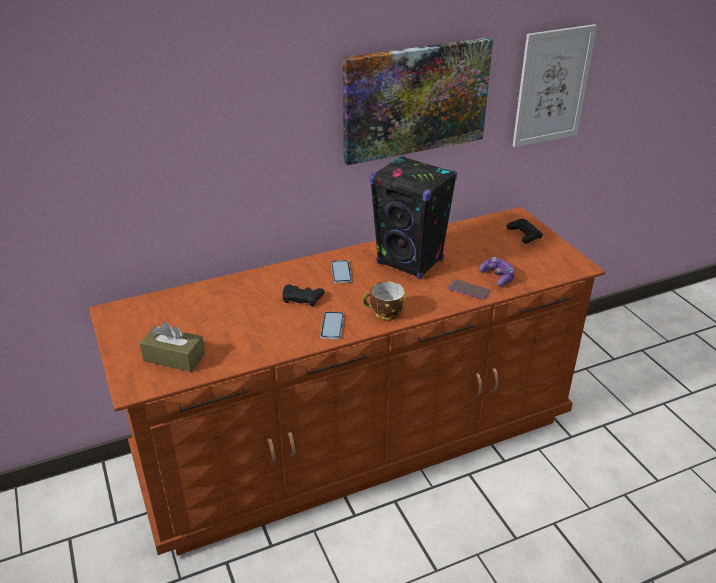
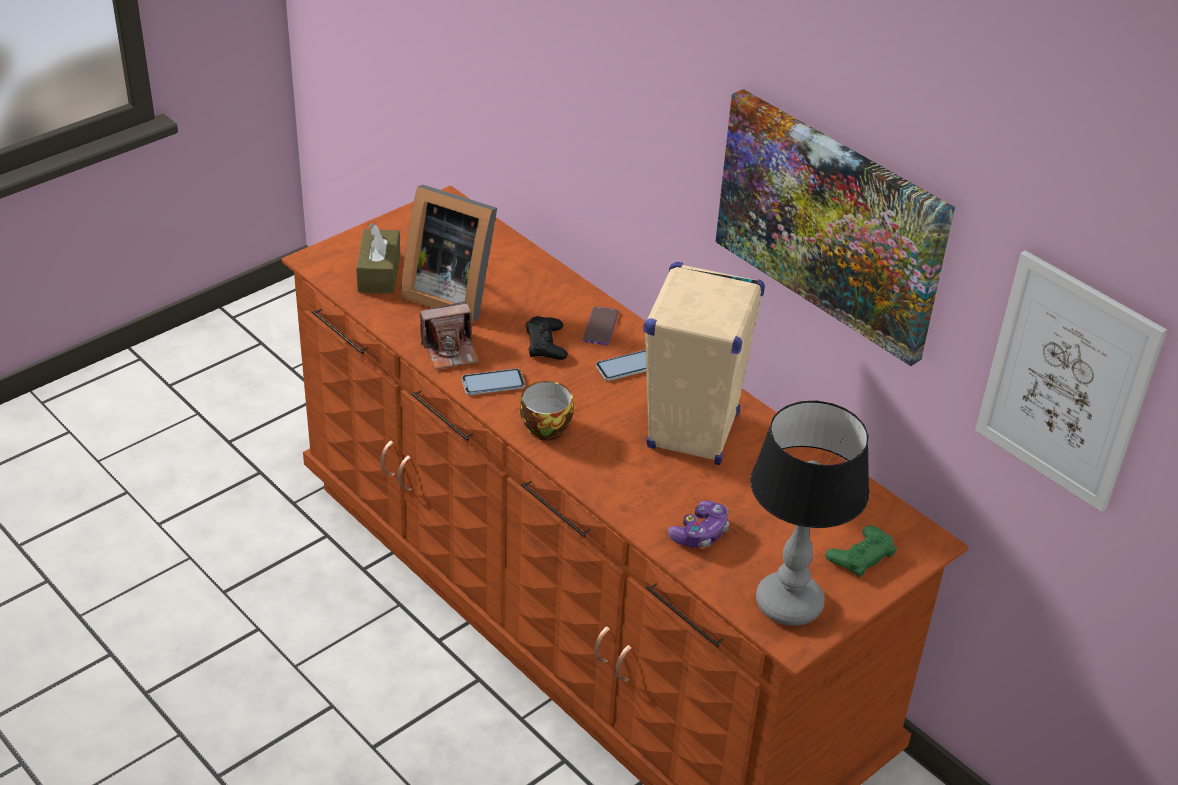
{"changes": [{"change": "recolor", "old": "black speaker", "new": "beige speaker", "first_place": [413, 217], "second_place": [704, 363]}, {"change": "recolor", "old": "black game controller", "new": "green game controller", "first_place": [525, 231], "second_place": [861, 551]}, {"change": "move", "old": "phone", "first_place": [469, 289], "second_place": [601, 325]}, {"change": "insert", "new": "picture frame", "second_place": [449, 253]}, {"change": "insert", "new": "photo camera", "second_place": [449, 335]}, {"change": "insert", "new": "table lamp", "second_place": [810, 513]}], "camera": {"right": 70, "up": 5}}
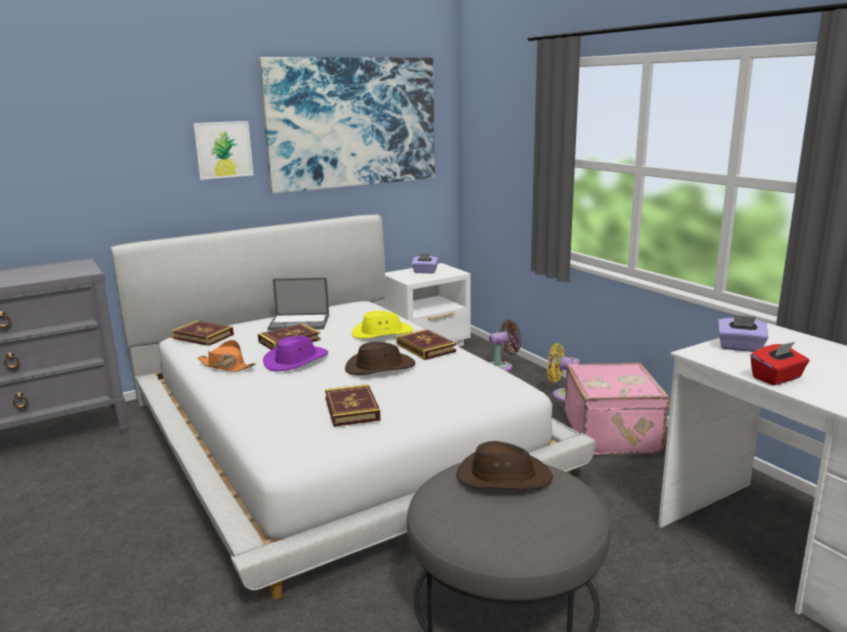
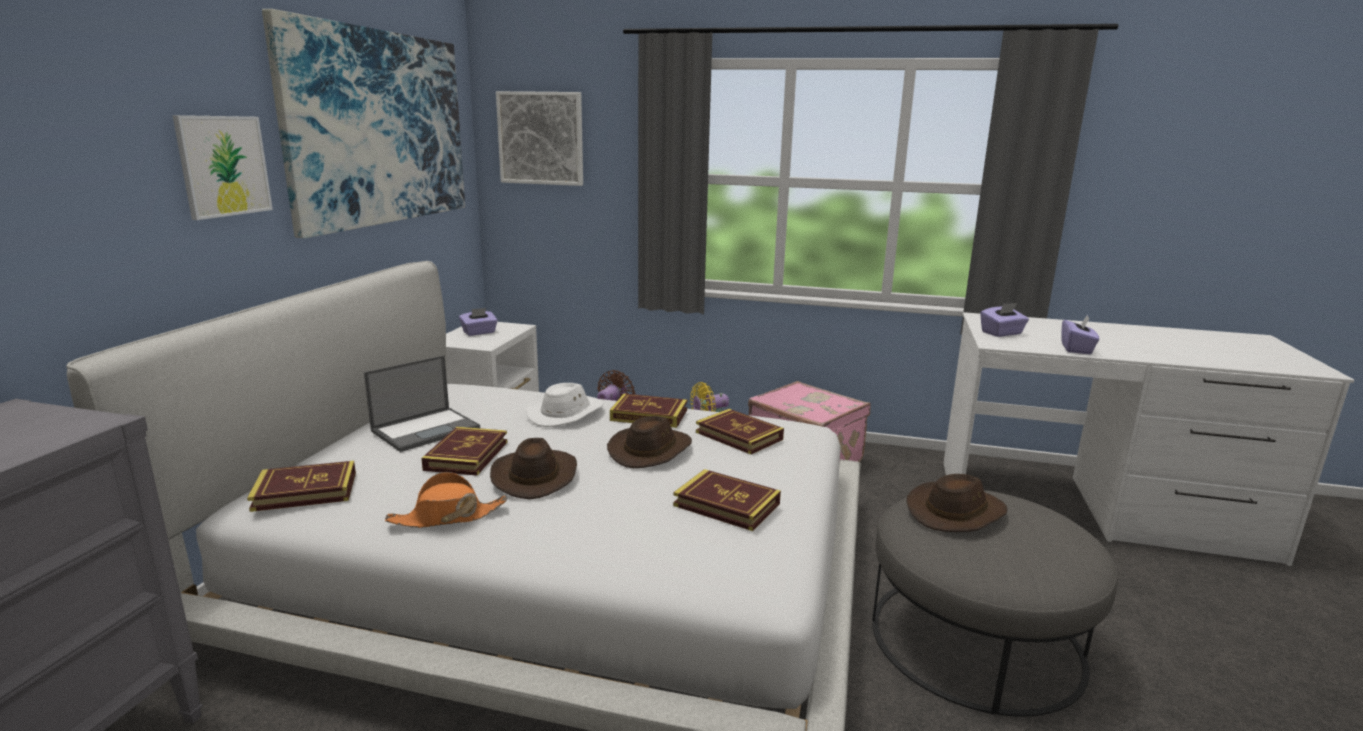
{"changes": [{"change": "recolor", "old": "yellow hat", "new": "white hat", "first_place": [383, 325], "second_place": [565, 405]}, {"change": "recolor", "old": "purple hat", "new": "brown hat", "first_place": [295, 353], "second_place": [533, 468]}, {"change": "recolor", "old": "red tissue box", "new": "purple tissue box", "first_place": [780, 363], "second_place": [1080, 334]}, {"change": "insert", "new": "picture", "second_place": [539, 138]}, {"change": "insert", "new": "book", "second_place": [740, 432]}], "camera": {"right": -45, "up": 0}}
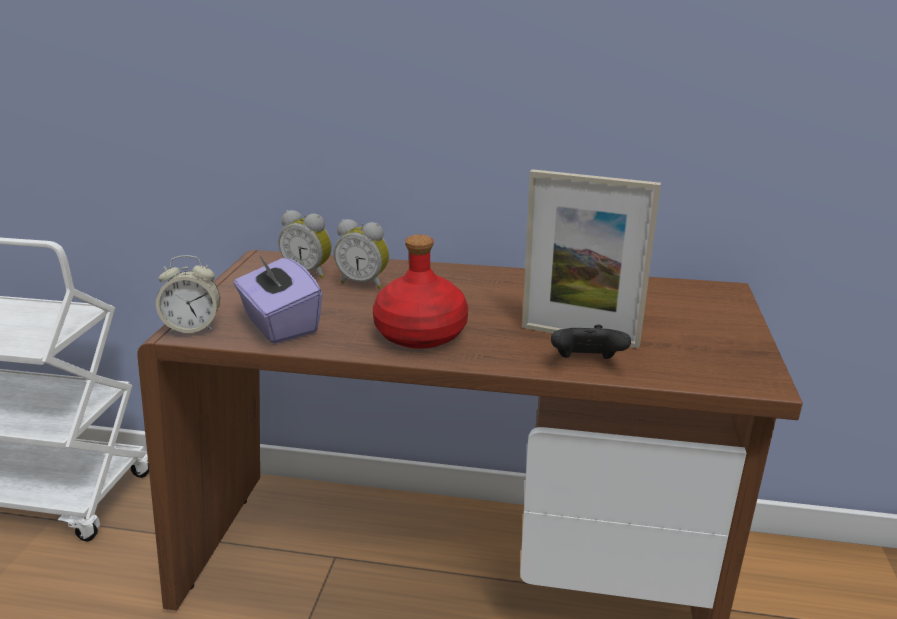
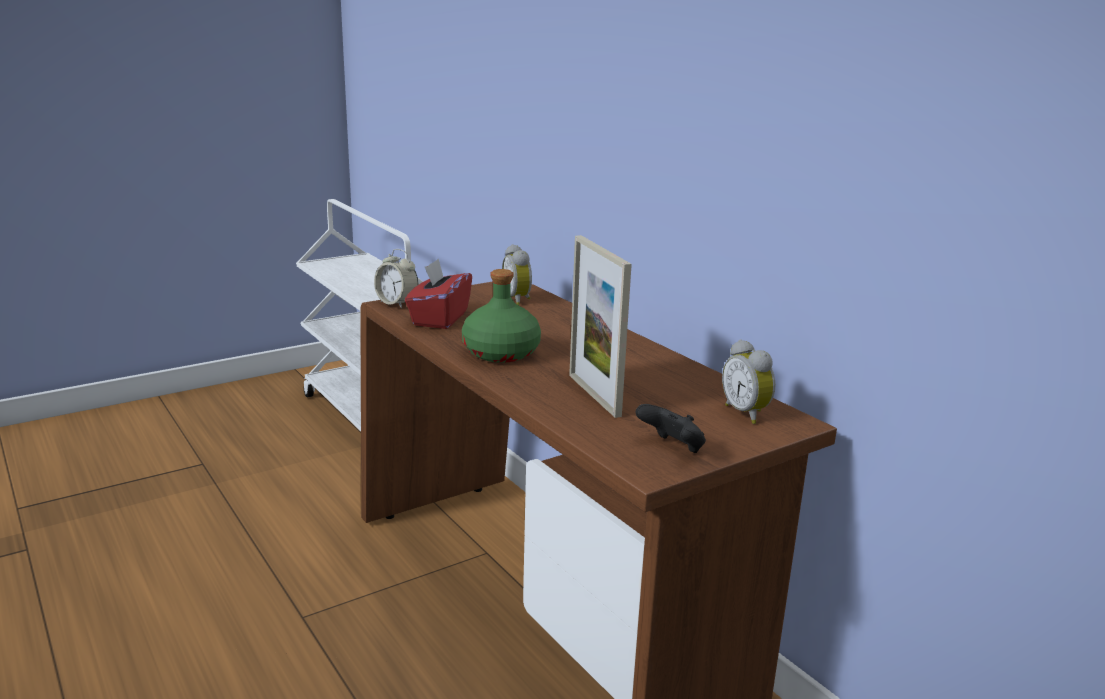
{"changes": [{"change": "move", "old": "alarm clock", "first_place": [361, 254], "second_place": [748, 381]}, {"change": "recolor", "old": "red bottle", "new": "green bottle", "first_place": [420, 291], "second_place": [501, 316]}, {"change": "recolor", "old": "purple tissue box", "new": "red tissue box", "first_place": [278, 298], "second_place": [438, 294]}, {"change": "move", "old": "black game controller", "first_place": [591, 342], "second_place": [671, 428]}], "camera": {"right": 45, "up": -5}}
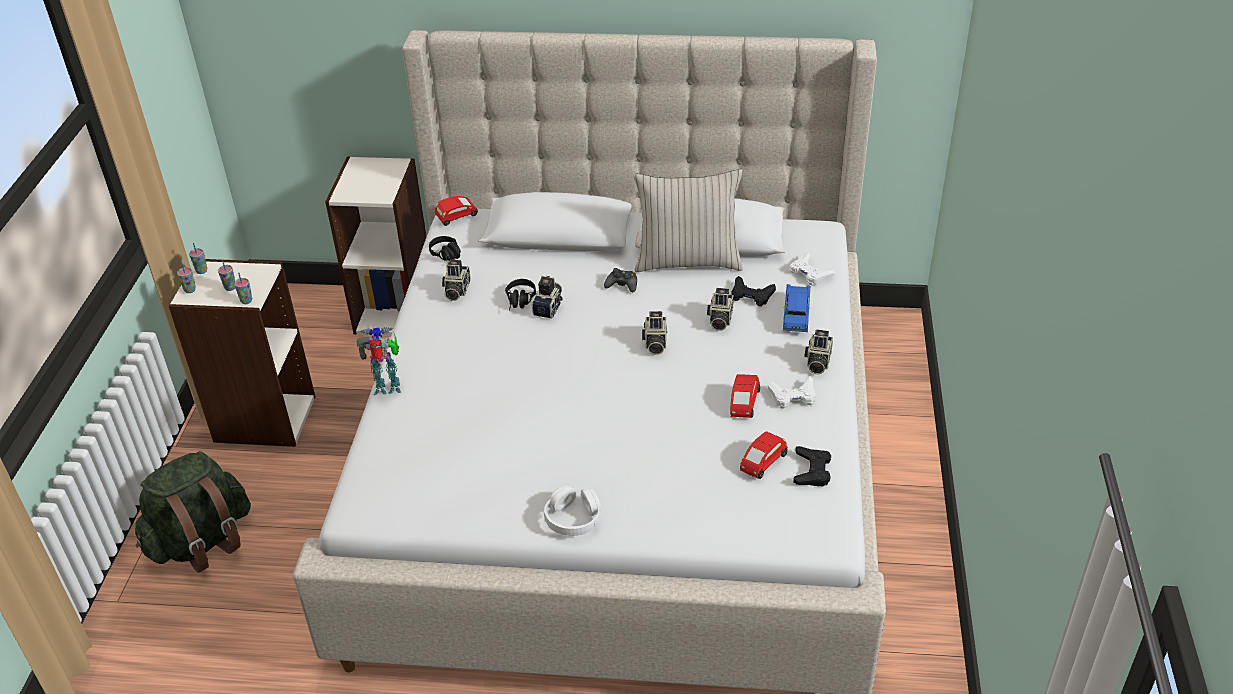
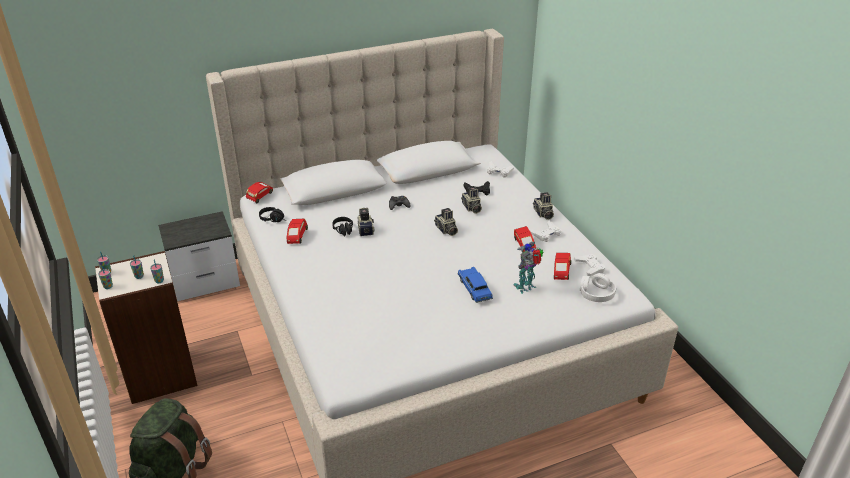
{"changes": [{"change": "replace", "old": "bookcase", "new": "nightstand", "first_place": [376, 246], "second_place": [199, 256]}, {"change": "delete", "old": "beige pillow", "first_place": [688, 220]}, {"change": "replace", "old": "photo camera", "new": "red toy car", "first_place": [456, 280], "second_place": [297, 231]}, {"change": "move", "old": "blue toy car", "first_place": [797, 308], "second_place": [475, 285]}, {"change": "move", "old": "toy robot", "first_place": [379, 361], "second_place": [528, 268]}, {"change": "recolor", "old": "black game controller", "new": "white game controller", "first_place": [812, 466], "second_place": [589, 265]}, {"change": "move", "old": "white headphones", "first_place": [572, 510], "second_place": [598, 287]}], "camera": {"right": -30, "up": -5}}
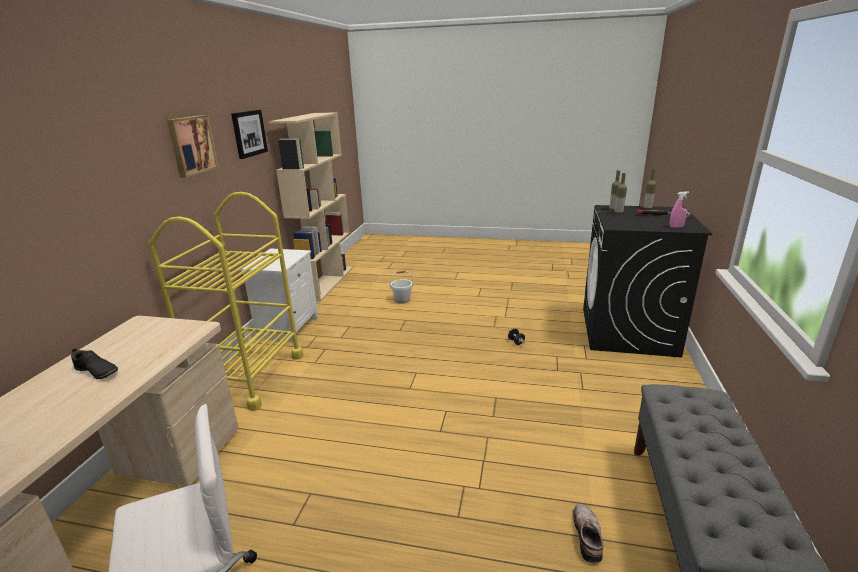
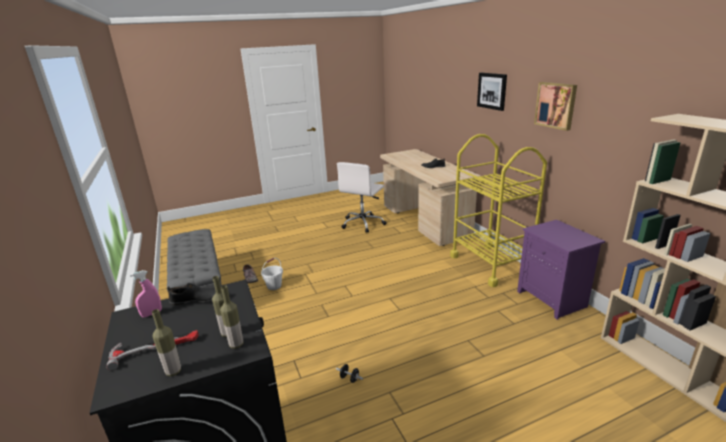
{"changes": [{"change": "move", "old": "picture", "first_place": [249, 134], "second_place": [492, 92]}, {"change": "recolor", "old": "white nightstand", "new": "purple nightstand", "first_place": [278, 295], "second_place": [561, 270]}, {"change": "move", "old": "white bucket", "first_place": [401, 287], "second_place": [272, 274]}, {"change": "insert", "new": "black shoe", "second_place": [191, 294]}], "camera": {"right": 145, "up": 0}}
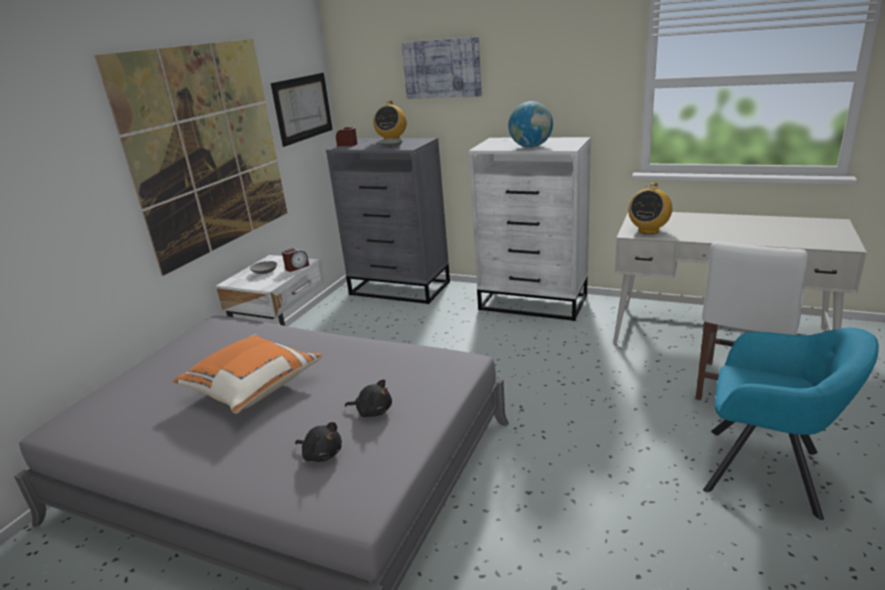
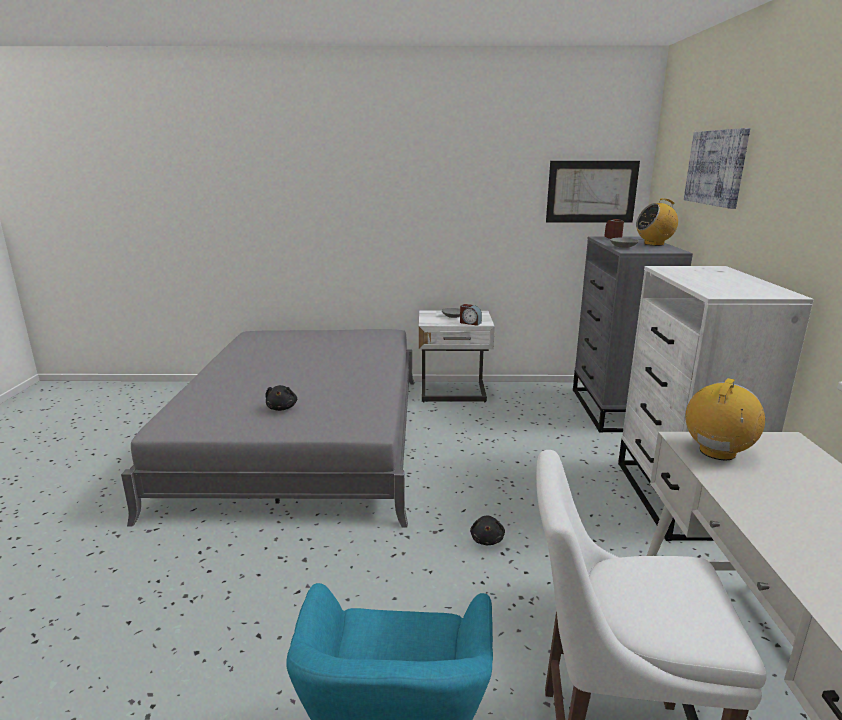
{"changes": [{"change": "delete", "old": "picture", "first_place": [191, 157]}, {"change": "delete", "old": "globe", "first_place": [530, 124]}, {"change": "rotate", "old": "radio", "first_place": [650, 208], "second_place": [725, 419], "degrees": 120}, {"change": "delete", "old": "orange pillow", "first_place": [247, 374]}, {"change": "move", "old": "black plush toy", "first_place": [318, 442], "second_place": [487, 530]}], "camera": {"right": 65, "up": -5}}
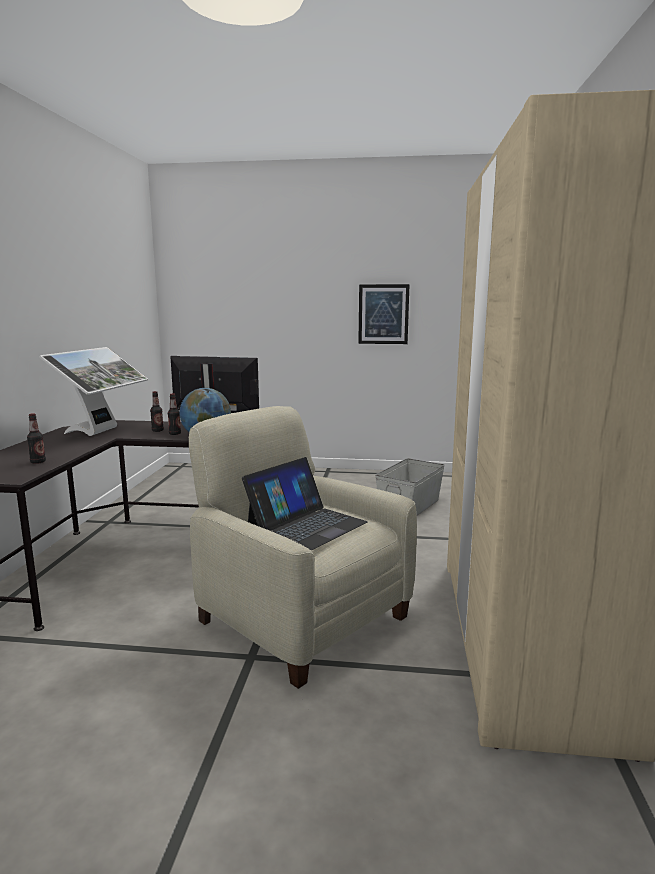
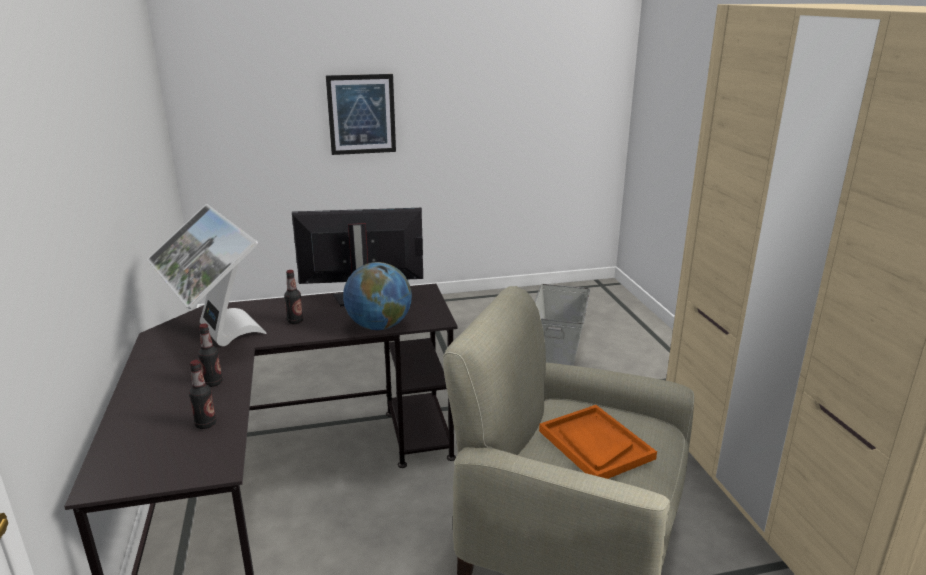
{"changes": [{"change": "move", "old": "picture", "first_place": [384, 314], "second_place": [361, 114]}, {"change": "rotate", "old": "monitor", "first_place": [94, 391], "second_place": [207, 275], "degrees": 150}, {"change": "move", "old": "bottle", "first_place": [174, 414], "second_place": [210, 355]}, {"change": "replace", "old": "laptop", "new": "orange tray", "first_place": [305, 503], "second_place": [598, 442]}], "camera": {"right": -20, "up": 10}}
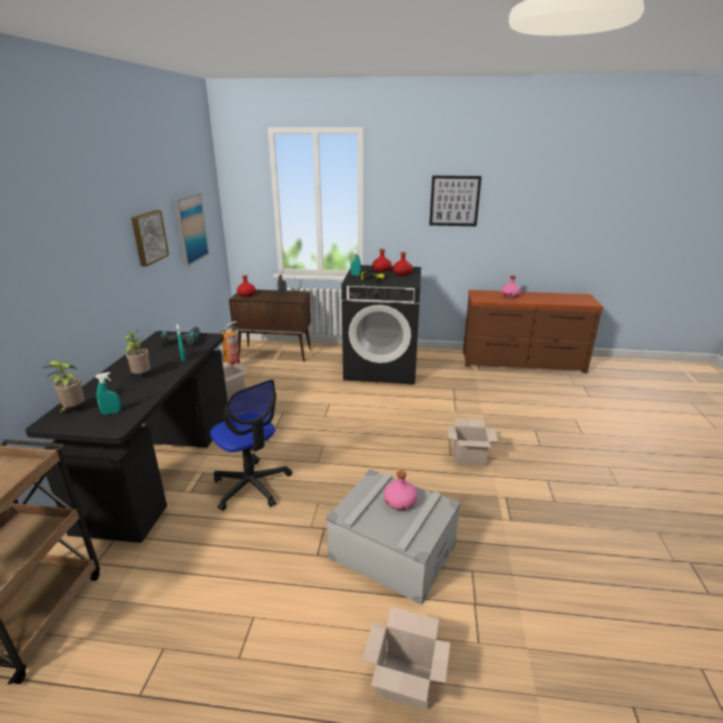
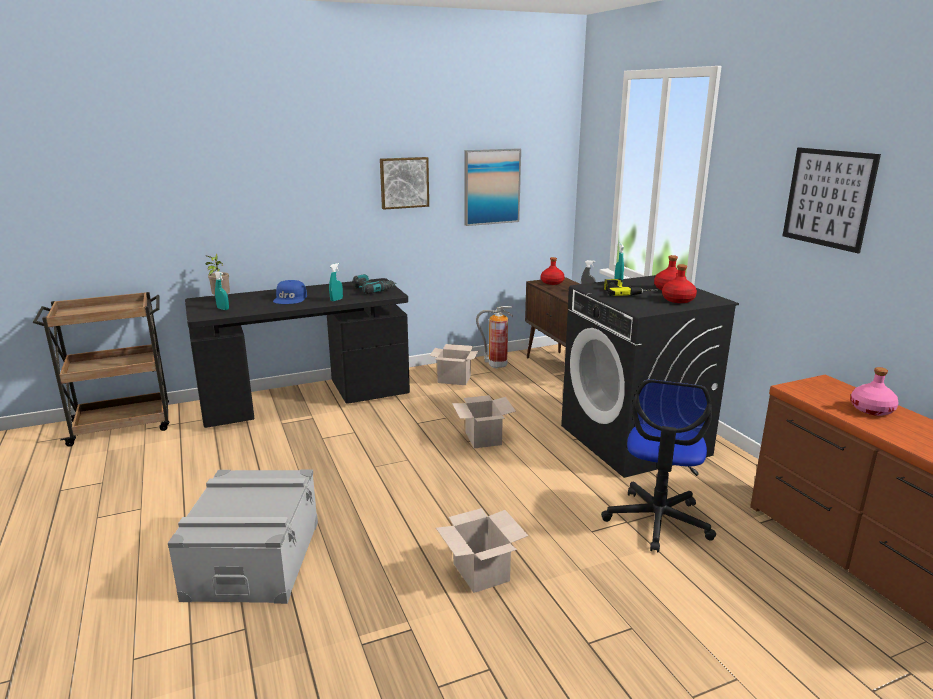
{"changes": [{"change": "replace", "old": "potted plant", "new": "blue cap", "first_place": [137, 351], "second_place": [290, 292]}, {"change": "move", "old": "office chair", "first_place": [251, 445], "second_place": [658, 466]}, {"change": "delete", "old": "pink bottle", "first_place": [401, 490]}, {"change": "move", "old": "cardboard box", "first_place": [406, 659], "second_place": [484, 421]}], "camera": {"right": 60, "up": -5}}
